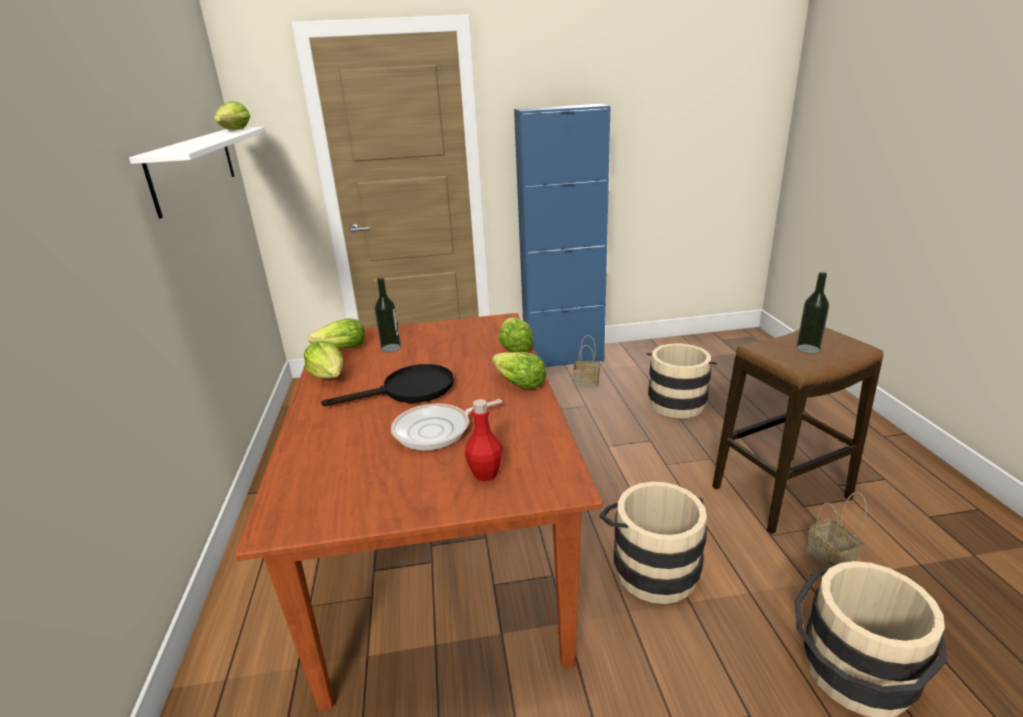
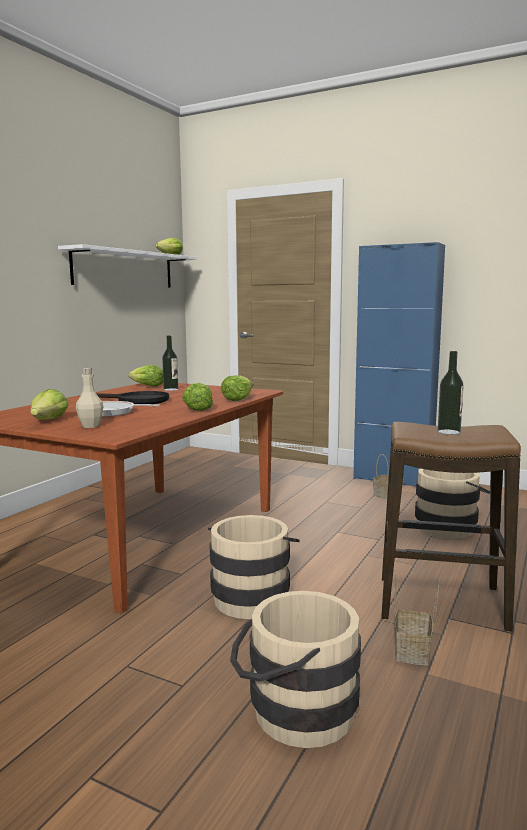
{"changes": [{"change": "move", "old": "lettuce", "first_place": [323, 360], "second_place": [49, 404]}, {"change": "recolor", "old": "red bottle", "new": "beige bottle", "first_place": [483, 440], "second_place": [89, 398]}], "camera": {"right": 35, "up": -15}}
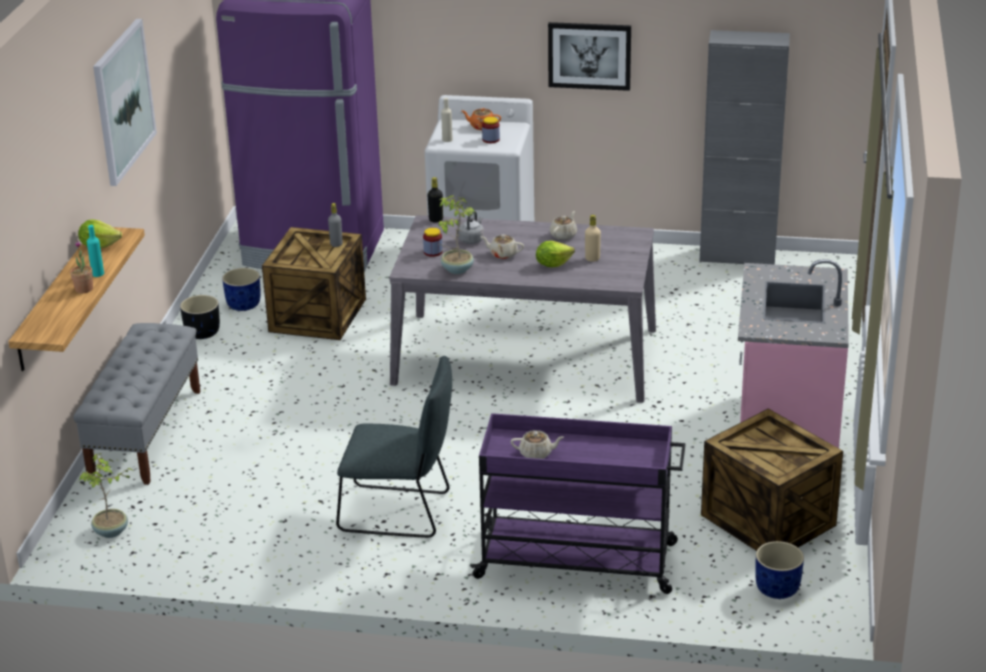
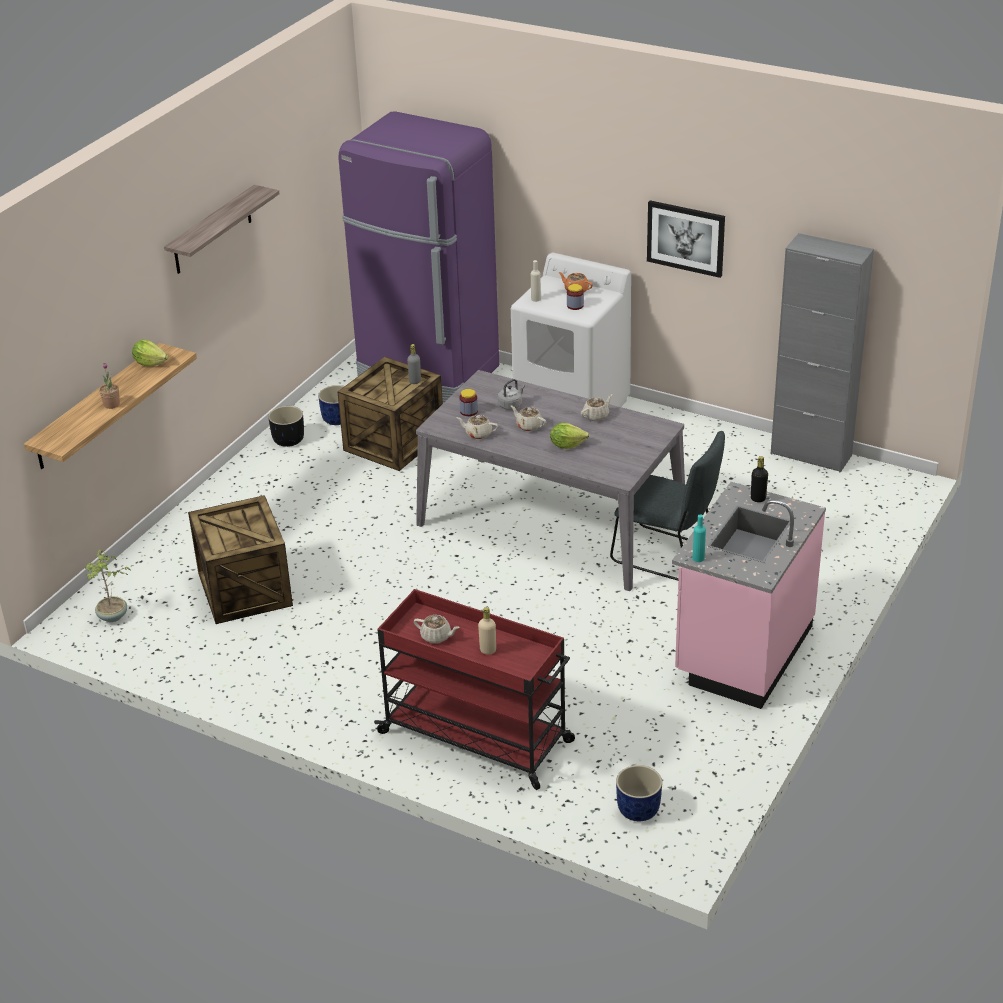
{"changes": [{"change": "replace", "old": "picture", "new": "shelf", "first_place": [125, 102], "second_place": [221, 229]}, {"change": "move", "old": "black bottle", "first_place": [435, 199], "second_place": [759, 479]}, {"change": "replace", "old": "potted plant", "new": "beige teapot", "first_place": [456, 234], "second_place": [477, 427]}, {"change": "move", "old": "beige bottle", "first_place": [593, 238], "second_place": [487, 631]}, {"change": "move", "old": "turquoise bottle", "first_place": [95, 251], "second_place": [699, 538]}, {"change": "delete", "old": "grey bench", "first_place": [137, 404]}, {"change": "move", "old": "grey chair", "first_place": [394, 447], "second_place": [667, 506]}, {"change": "move", "old": "crate", "first_place": [772, 479], "second_place": [240, 559]}, {"change": "recolor", "old": "purple cart", "new": "red cart", "first_place": [578, 503], "second_place": [474, 689]}], "camera": {"right": 20, "up": 5}}
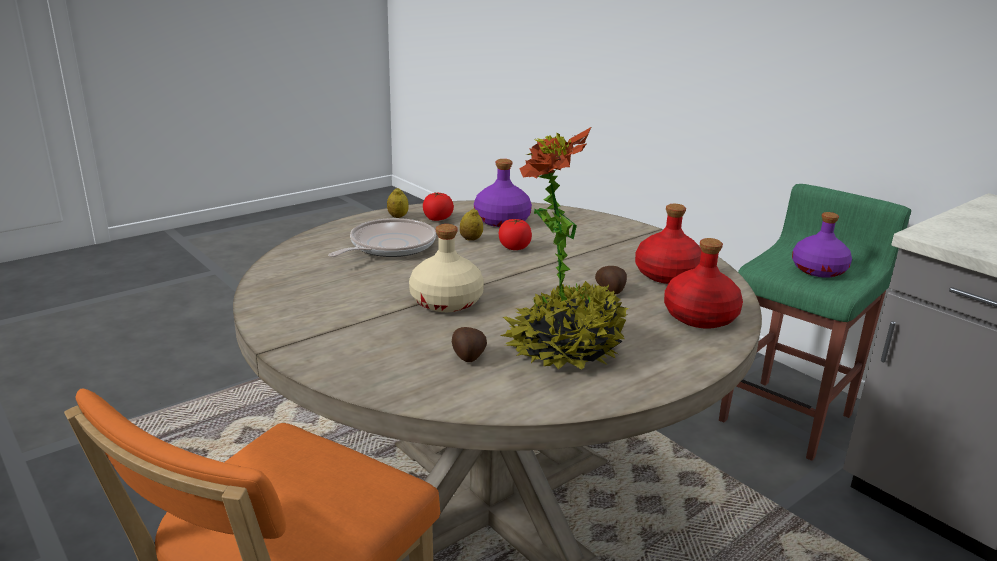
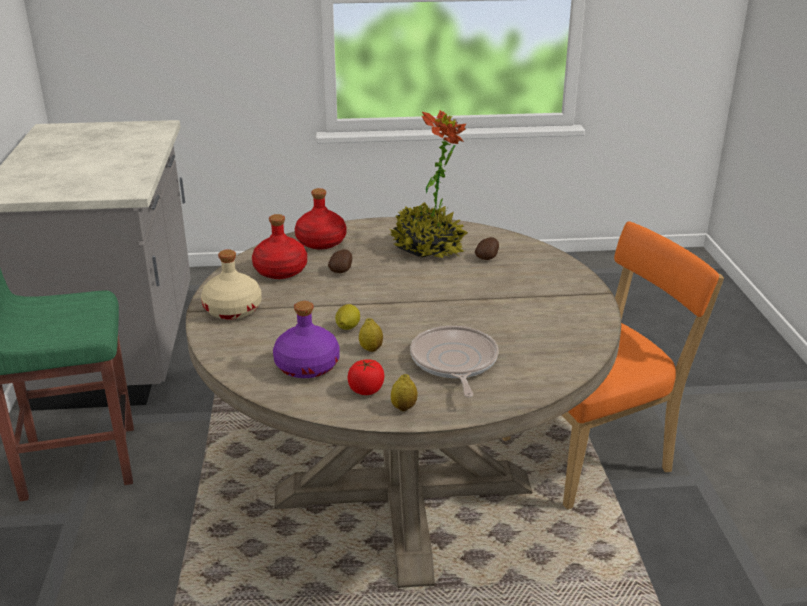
{"changes": [{"change": "delete", "old": "purple bottle", "first_place": [822, 245]}, {"change": "rotate", "old": "frying pan", "first_place": [382, 237], "second_place": [454, 362], "degrees": 105}, {"change": "replace", "old": "tomato", "new": "lemon", "first_place": [515, 234], "second_place": [347, 317]}, {"change": "move", "old": "beige bottle", "first_place": [446, 268], "second_place": [231, 284]}], "camera": {"right": -145, "up": 5}}
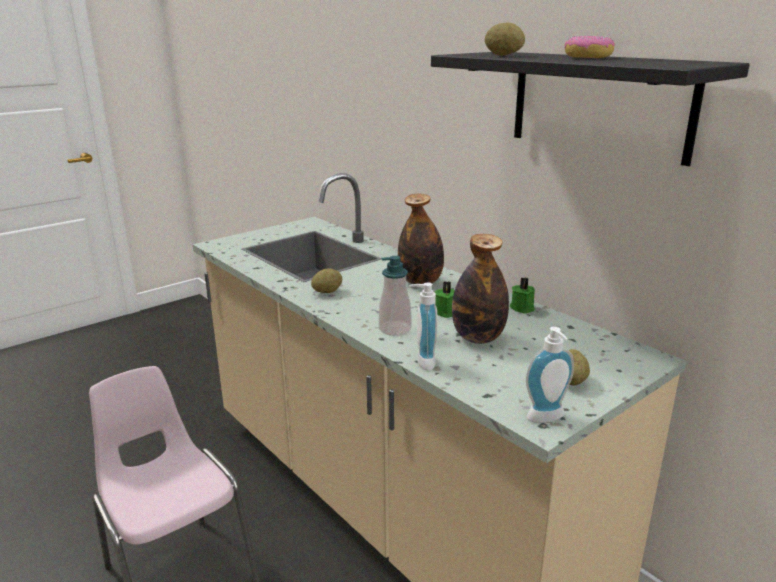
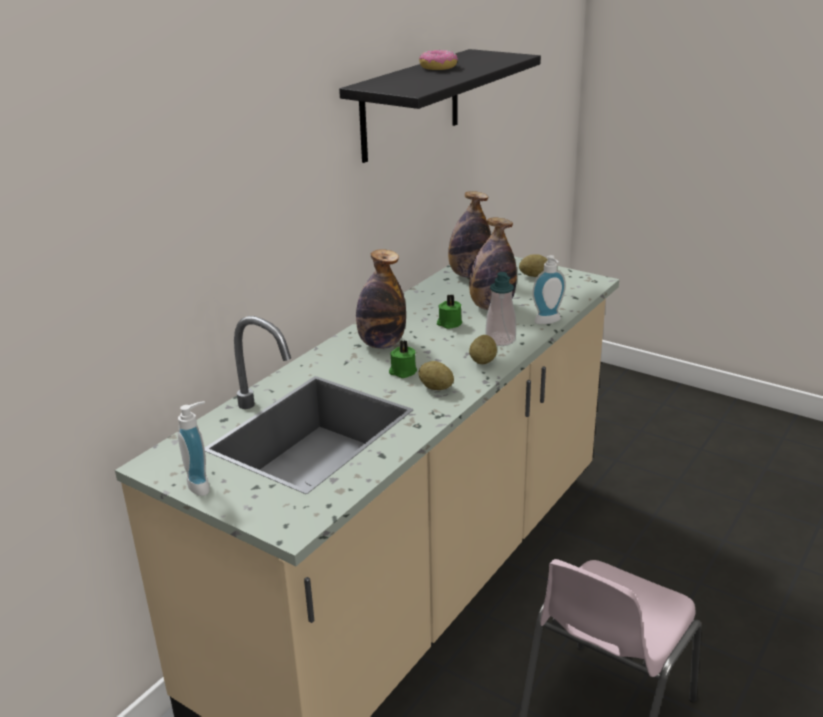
{"changes": [{"change": "move", "old": "potato", "first_place": [505, 38], "second_place": [483, 349]}, {"change": "move", "old": "green candle", "first_place": [522, 295], "second_place": [403, 359]}, {"change": "move", "old": "soap dispenser", "first_place": [550, 375], "second_place": [194, 448]}, {"change": "insert", "new": "bottle", "second_place": [469, 234]}], "camera": {"right": -105, "up": 5}}
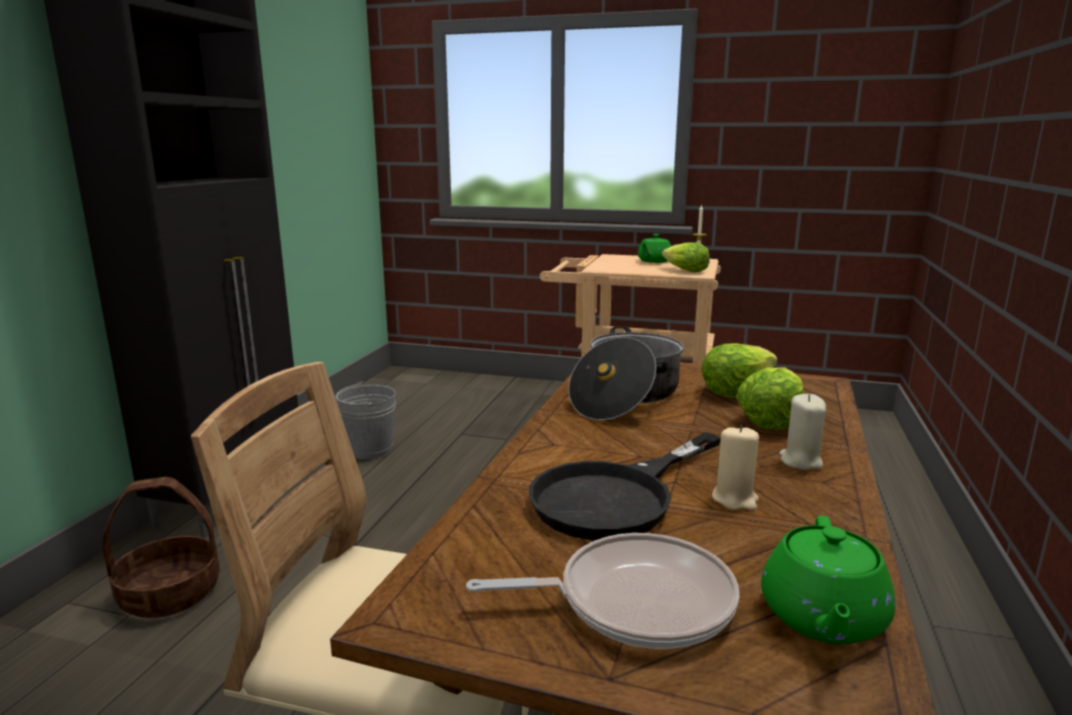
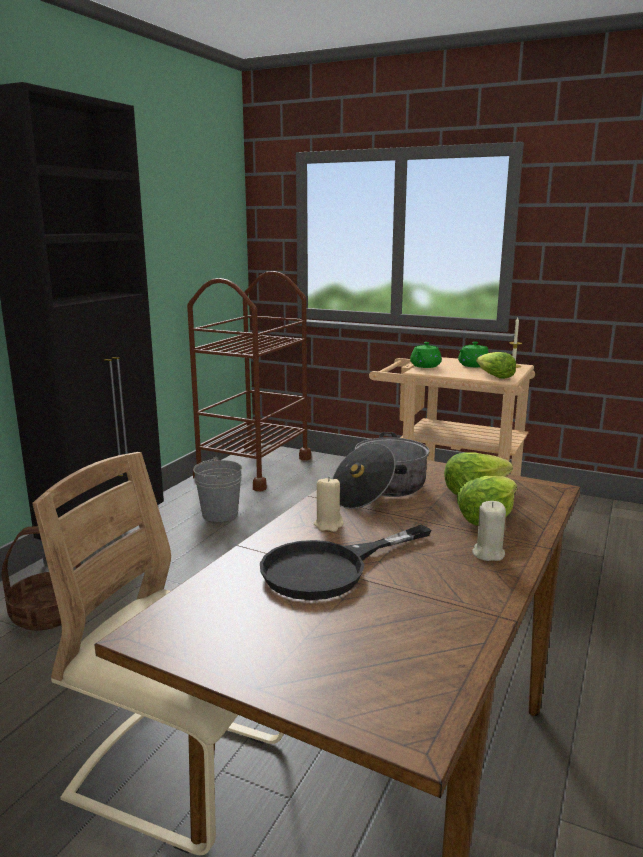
{"changes": [{"change": "move", "old": "beige candle", "first_place": [735, 467], "second_place": [329, 504]}, {"change": "move", "old": "green teapot", "first_place": [828, 580], "second_place": [426, 355]}, {"change": "delete", "old": "frying pan", "first_place": [602, 591]}, {"change": "insert", "new": "brown cart", "second_place": [249, 381]}], "camera": {"right": 10, "up": 0}}
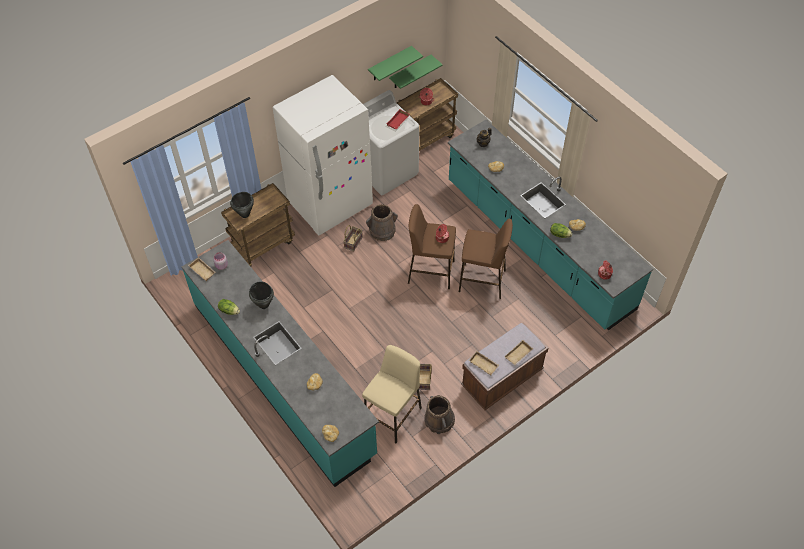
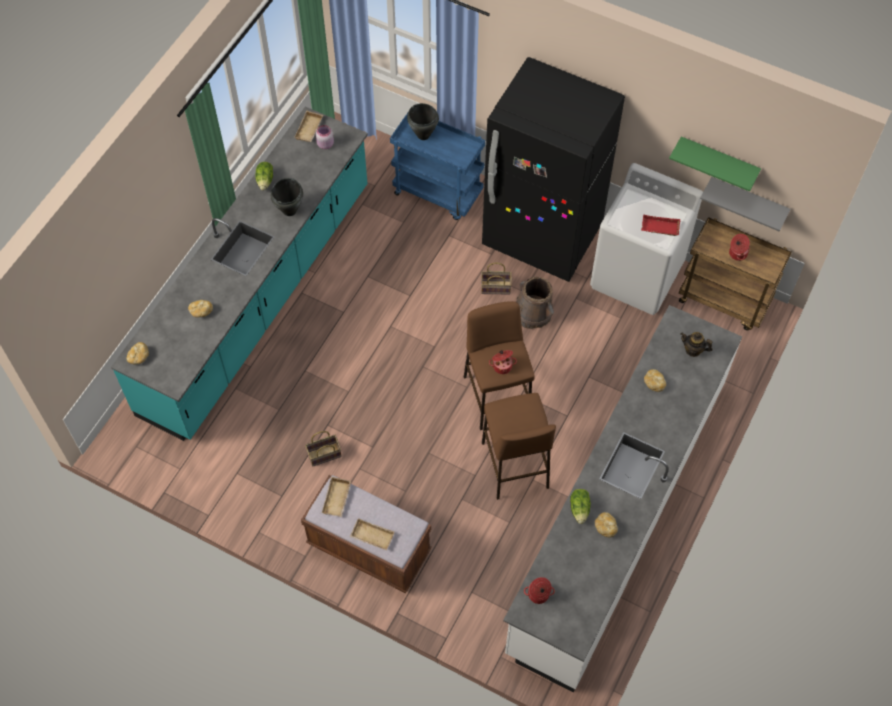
{"changes": [{"change": "recolor", "old": "green shelf", "new": "grey shelf", "first_place": [416, 72], "second_place": [745, 204]}, {"change": "recolor", "old": "white fridge", "new": "black fridge", "first_place": [323, 155], "second_place": [553, 169]}, {"change": "recolor", "old": "turquoise counter", "new": "white counter", "first_place": [550, 225], "second_place": [622, 498]}, {"change": "recolor", "old": "brown cart", "new": "blue cart", "first_place": [258, 225], "second_place": [437, 165]}, {"change": "delete", "old": "beige stool", "first_place": [392, 394]}, {"change": "delete", "old": "brown bucket", "first_place": [439, 414]}], "camera": {"right": 65, "up": 5}}
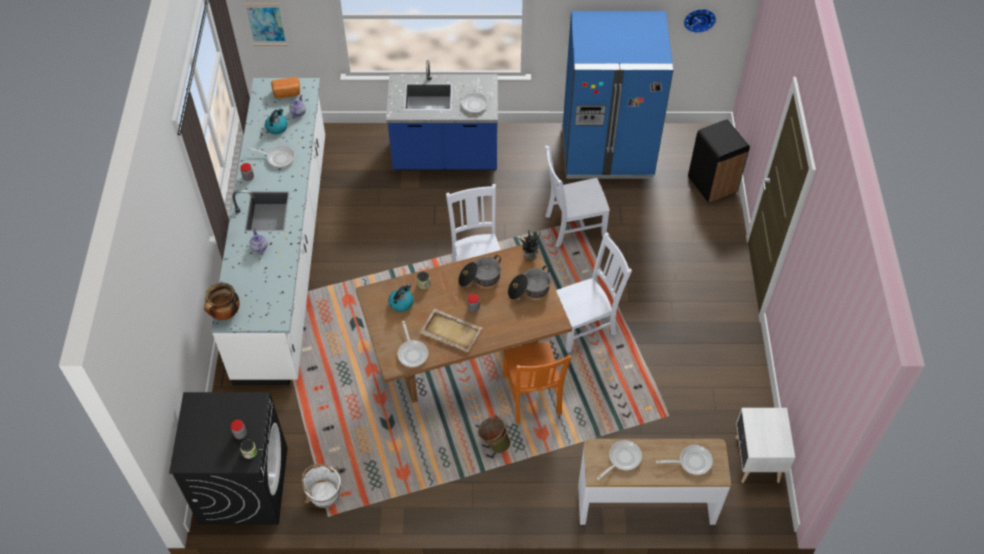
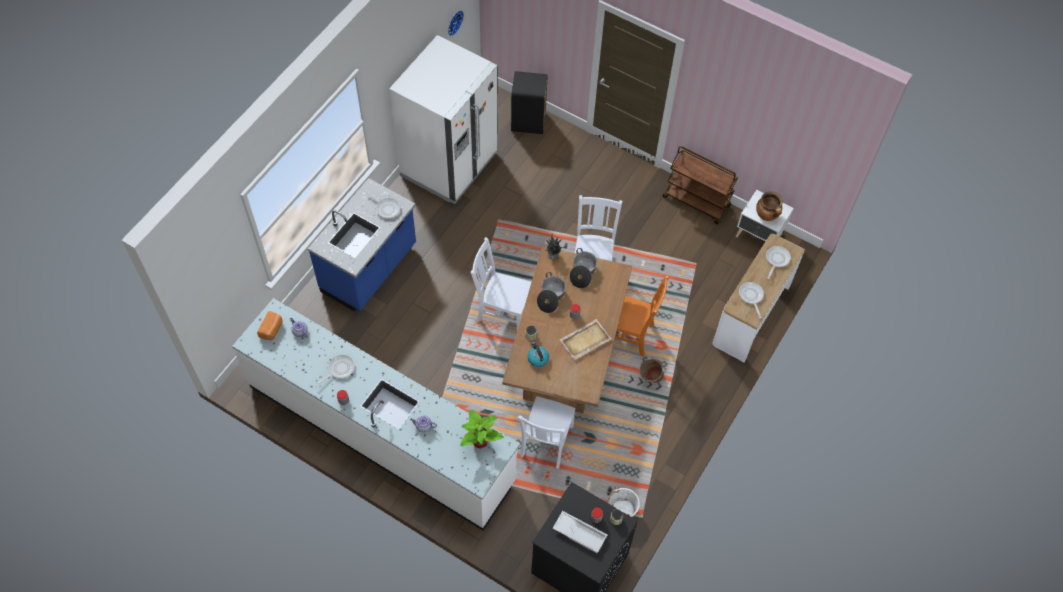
{"changes": [{"change": "delete", "old": "picture", "first_place": [266, 25]}, {"change": "recolor", "old": "blue fridge", "new": "white fridge", "first_place": [618, 95], "second_place": [443, 119]}, {"change": "delete", "old": "kettle", "first_place": [276, 121]}, {"change": "move", "old": "white chair", "first_place": [577, 196], "second_place": [546, 432]}, {"change": "move", "old": "cooking pot", "first_place": [222, 301], "second_place": [769, 206]}, {"change": "delete", "old": "frying pan", "first_place": [413, 344]}, {"change": "insert", "new": "brown cart", "second_place": [700, 185]}, {"change": "insert", "new": "potted plant", "second_place": [482, 429]}, {"change": "insert", "new": "white tray", "second_place": [580, 532]}], "camera": {"right": -60, "up": 5}}
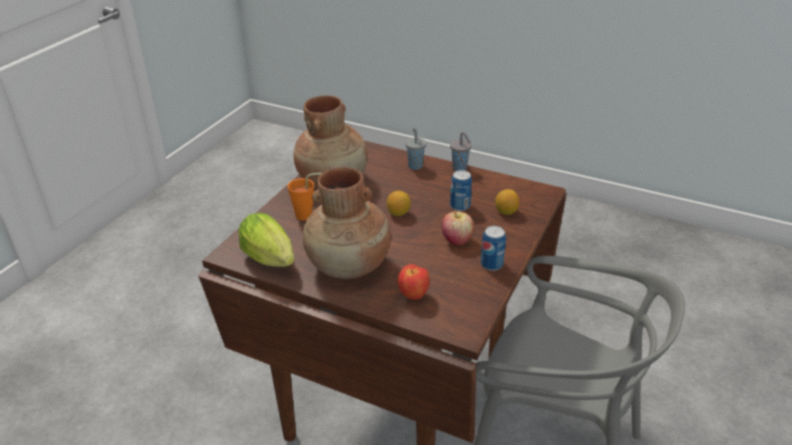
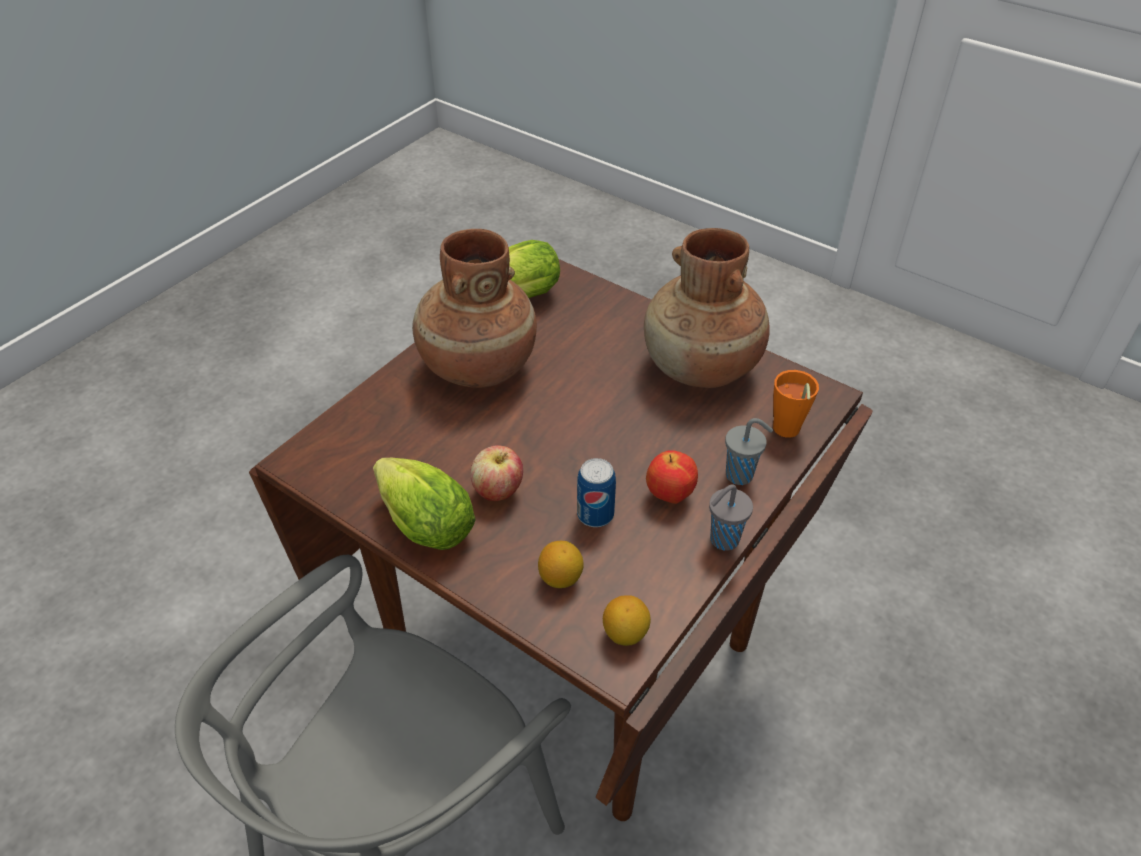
{"changes": [{"change": "move", "old": "orange cup", "first_place": [305, 196], "second_place": [796, 404]}, {"change": "move", "old": "lemon", "first_place": [399, 203], "second_place": [627, 620]}, {"change": "replace", "old": "can", "new": "lettuce", "first_place": [493, 248], "second_place": [424, 504]}, {"change": "move", "old": "apple", "first_place": [413, 282], "second_place": [672, 477]}], "camera": {"right": 100, "up": 10}}
